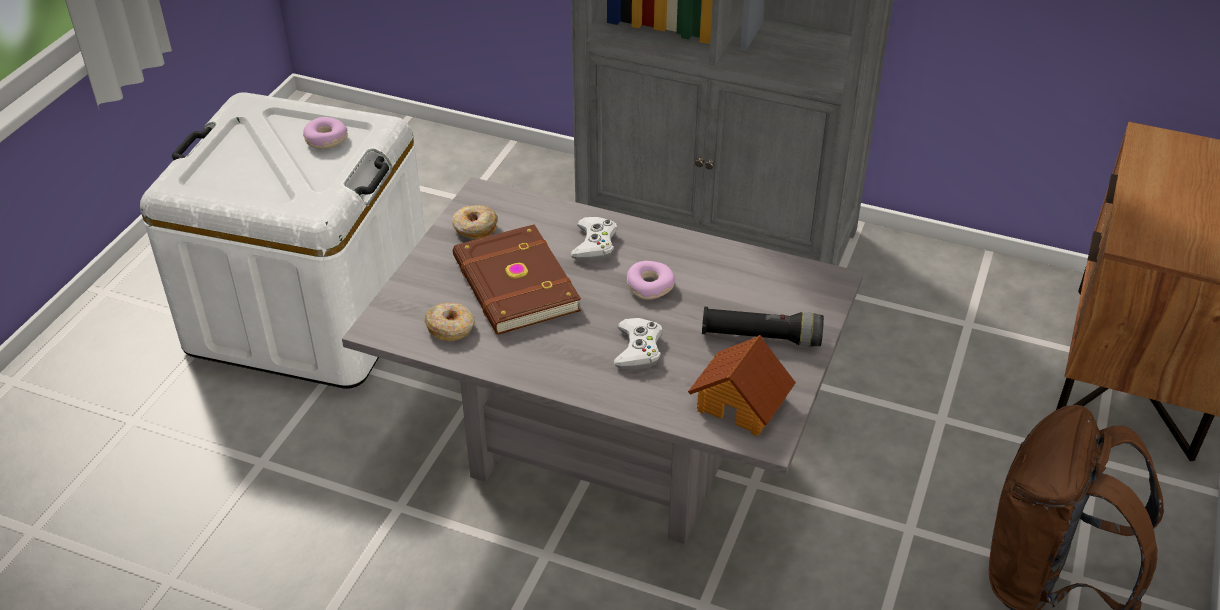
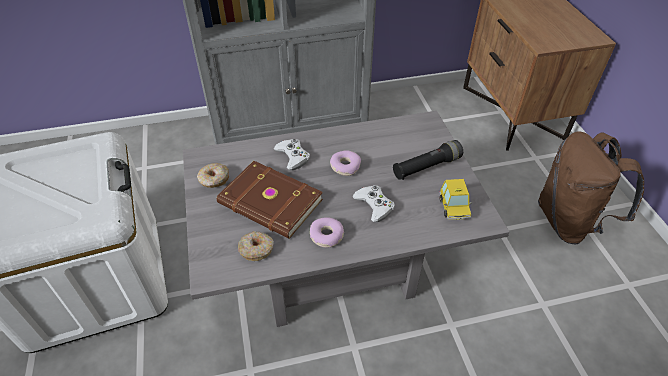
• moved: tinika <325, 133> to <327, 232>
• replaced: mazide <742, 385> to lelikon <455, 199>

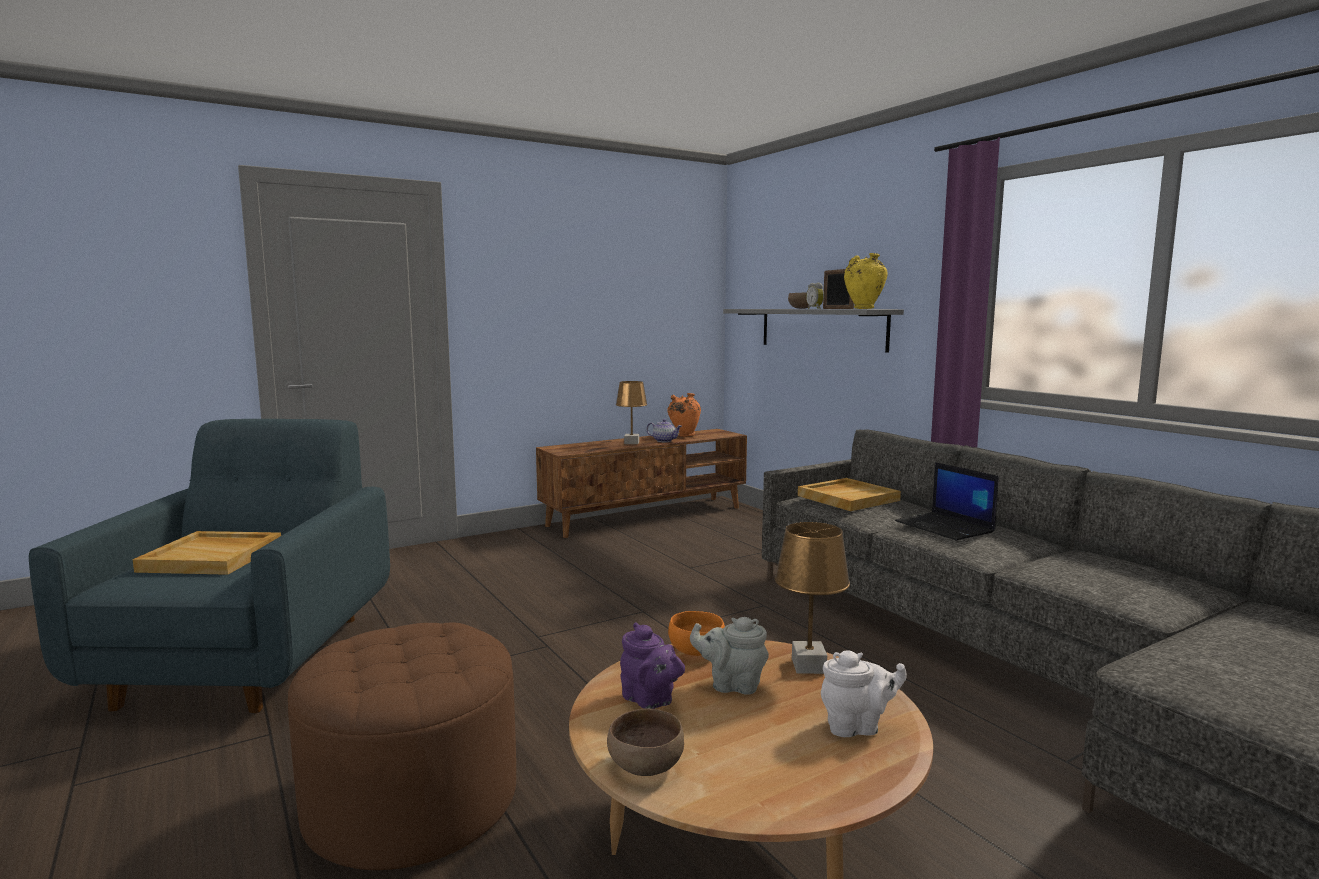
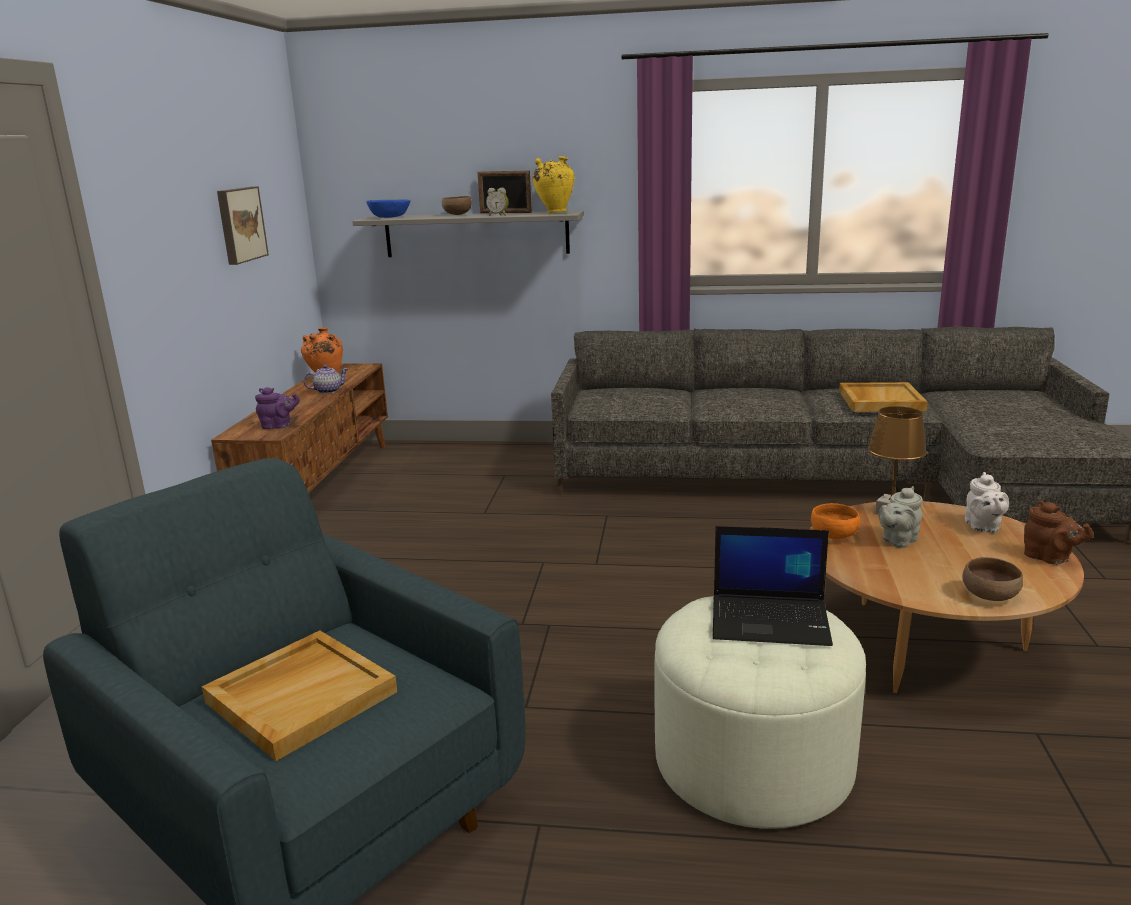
• recoloured: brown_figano <402, 746> to white_figano <760, 712>
• removed: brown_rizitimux <631, 412>
• moved: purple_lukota <652, 665> to <277, 408>
• moved: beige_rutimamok <849, 494> to <883, 397>
• turned: white_lukota <864, 694> = <987, 502> 150 degrees clockwise
• moved: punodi <947, 501> to <773, 586>
• added: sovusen <243, 225>
• added: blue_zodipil <388, 208>
• added: brown_lukota <1059, 532>

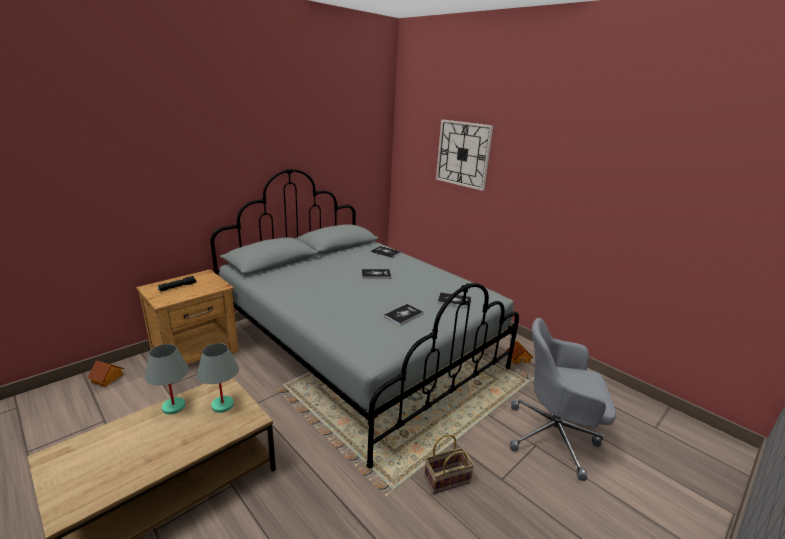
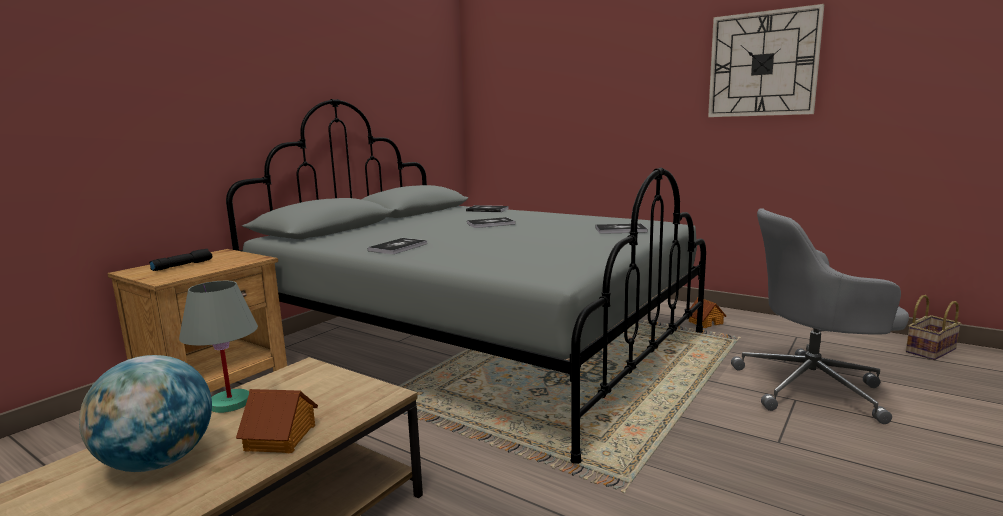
• moved: mazide <106, 374> to <277, 421>
• removed: grey_rizitimux <218, 378>
• moved: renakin <403, 315> to <397, 246>
• moved: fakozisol <449, 464> to <934, 327>
• moved: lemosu <464, 155> to <766, 60>
• added: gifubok <145, 413>

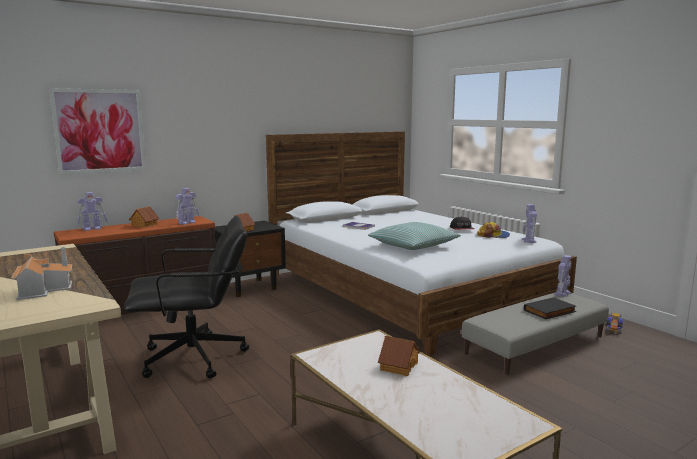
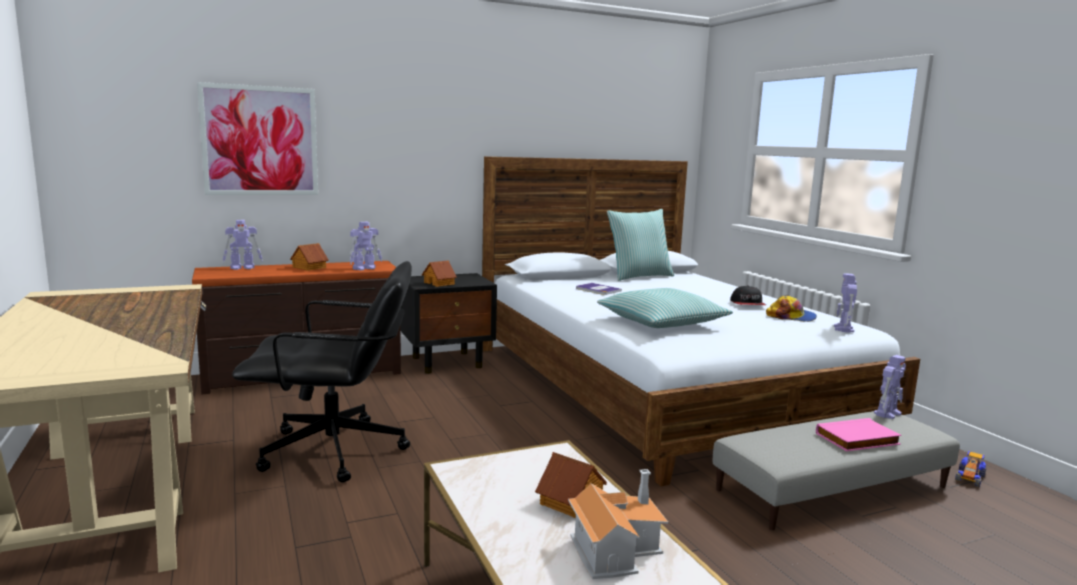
• moved: mazide <41, 273> to <618, 524>
• recoloured: black_renakin <550, 308> to pink_renakin <859, 434>
• added: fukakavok <640, 245>

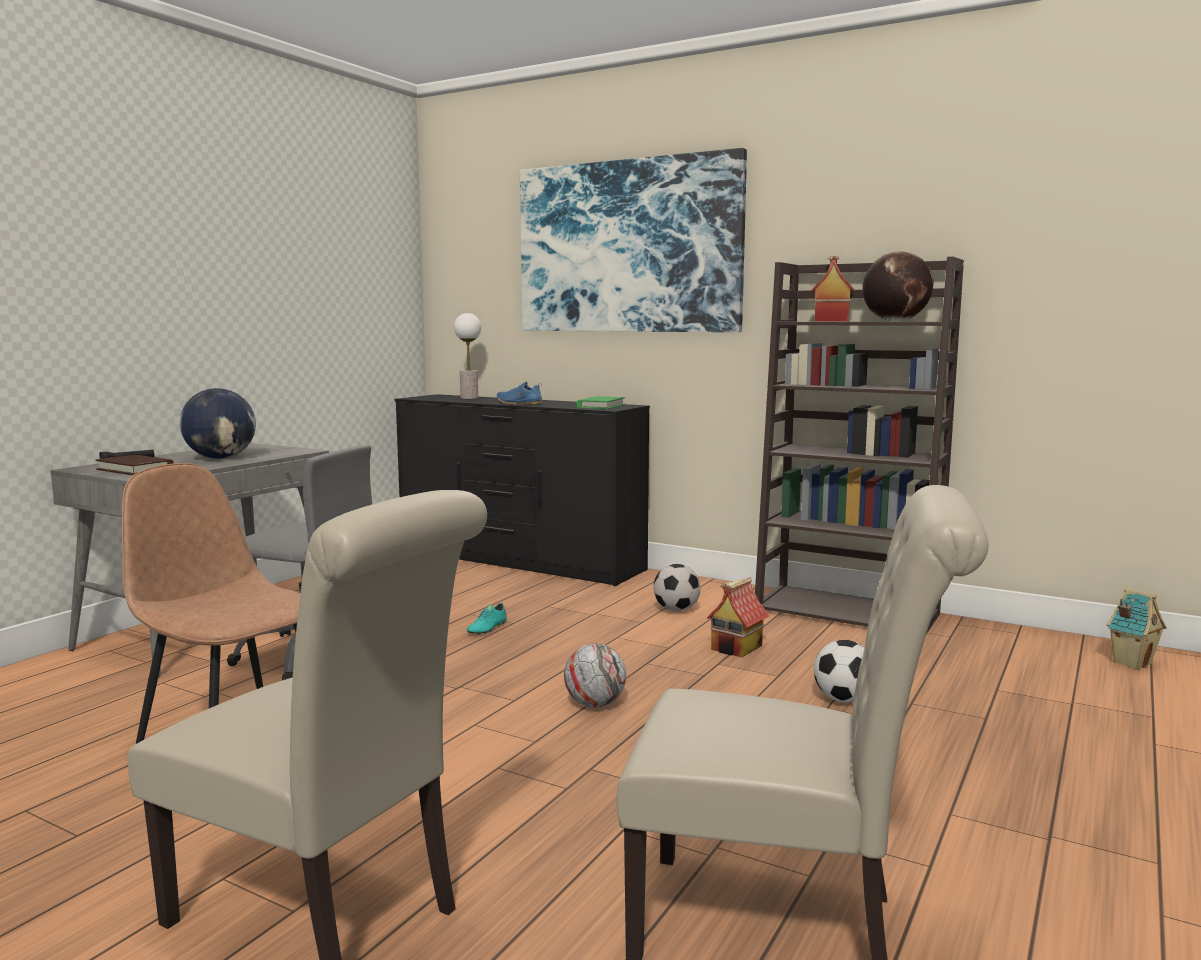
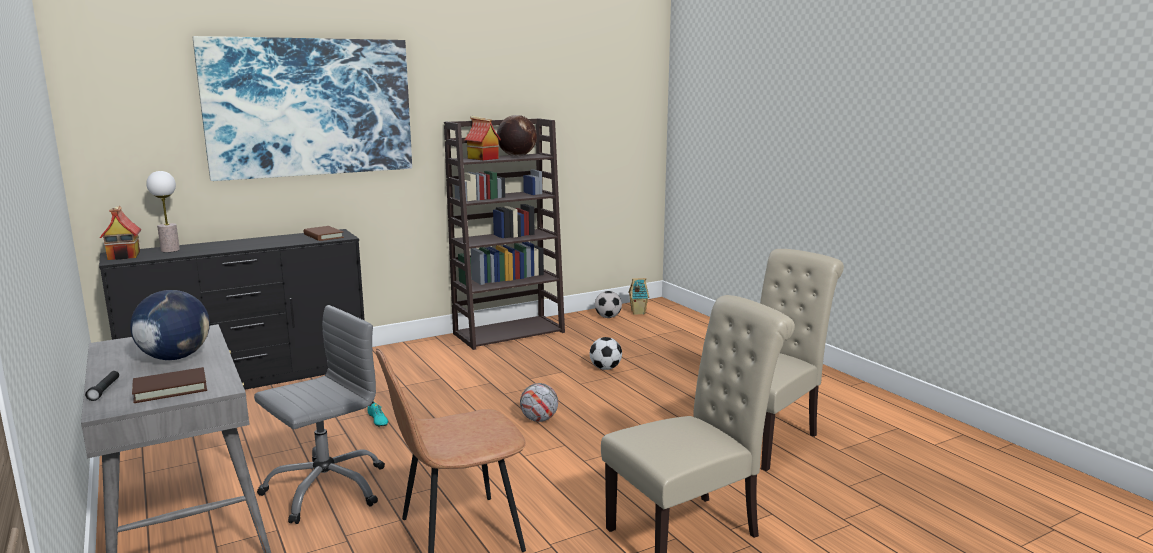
• removed: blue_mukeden <520, 393>
• recoloured: green_renakin <601, 402> to brown_renakin <324, 233>
• moved: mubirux <677, 587> to <608, 304>
• moved: mazide <738, 617> to <120, 233>

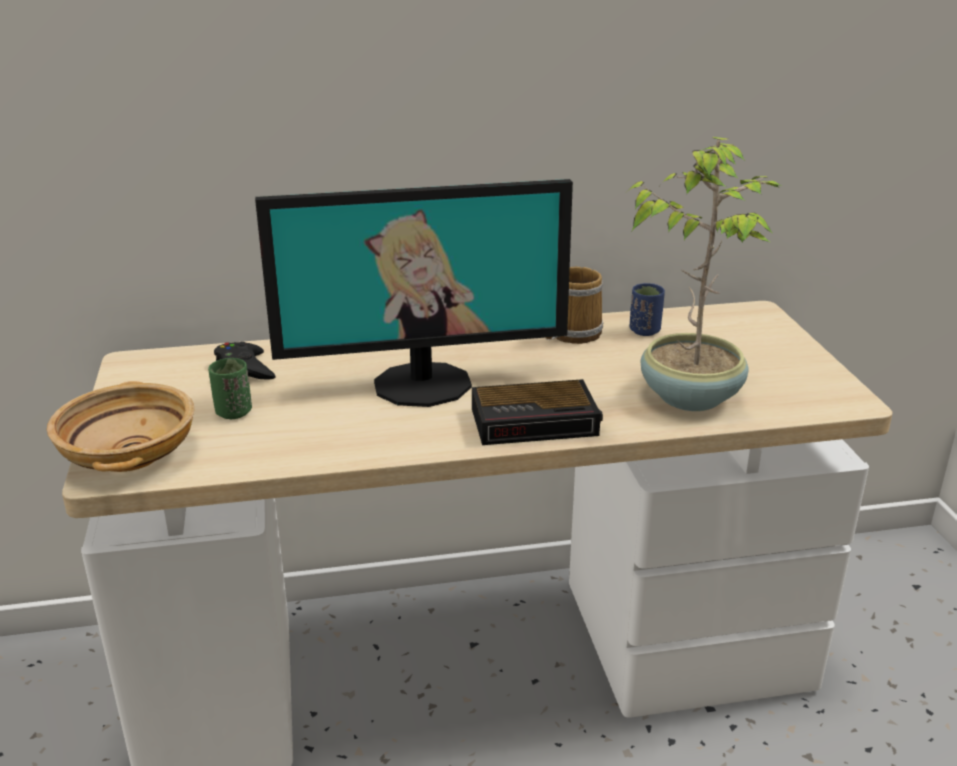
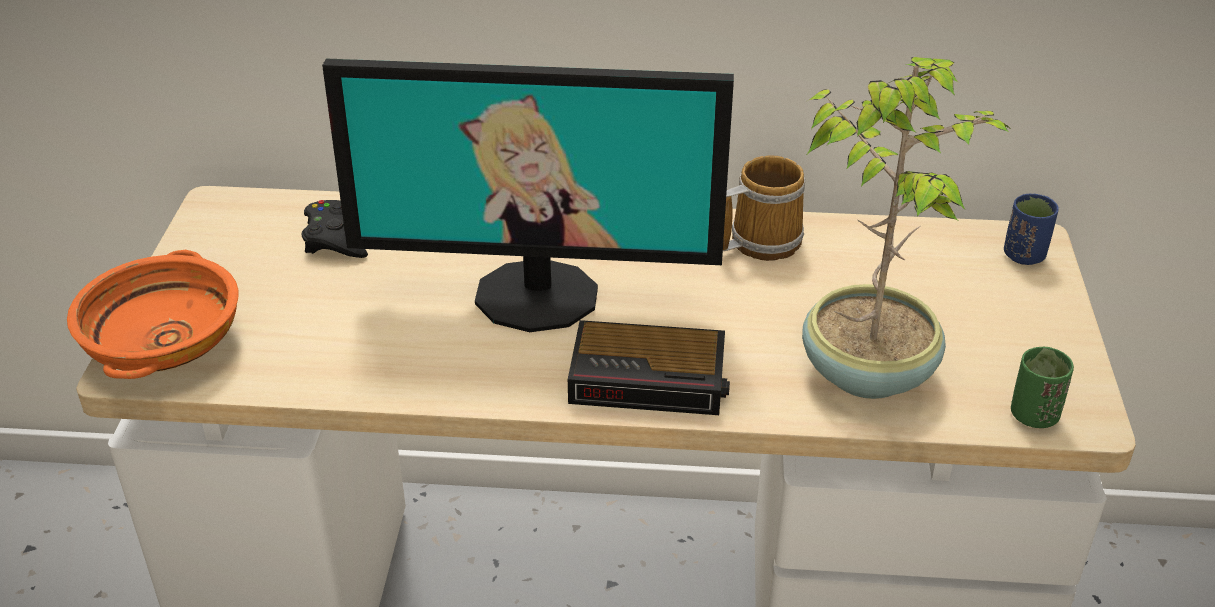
• recoloured: beige_zodipil <120, 426> to orange_zodipil <152, 314>
• moved: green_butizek <230, 388> to <1042, 387>
• moved: blue_butizek <647, 309> to <1031, 229>

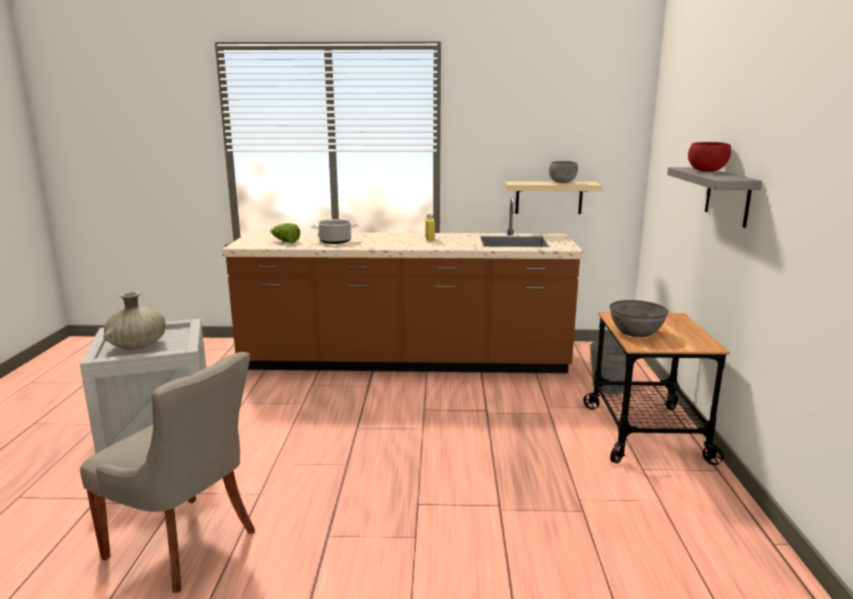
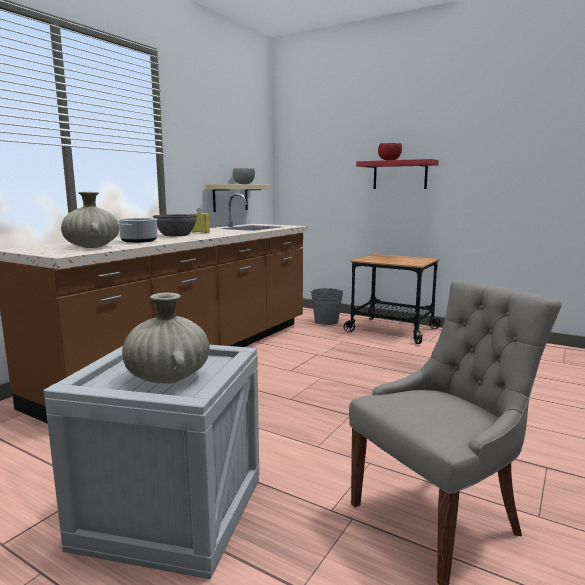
• replaced: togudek <285, 233> to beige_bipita <90, 220>
• moved: grey_zodipil <639, 318> to <175, 225>
• recoloured: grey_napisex <714, 197> to red_napisex <397, 174>

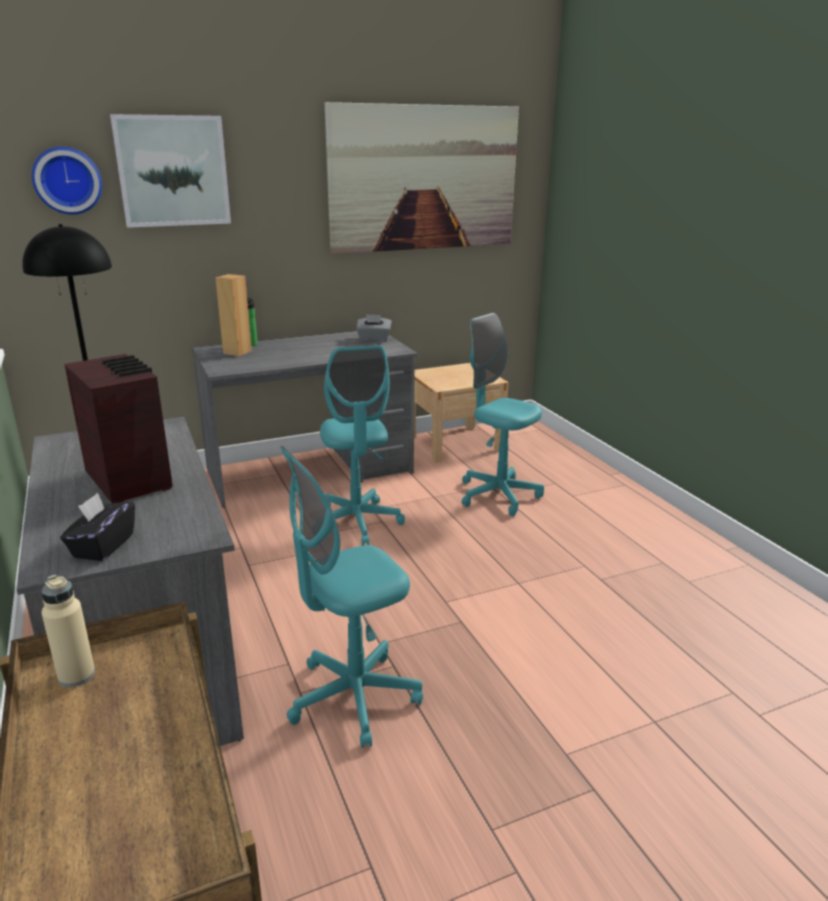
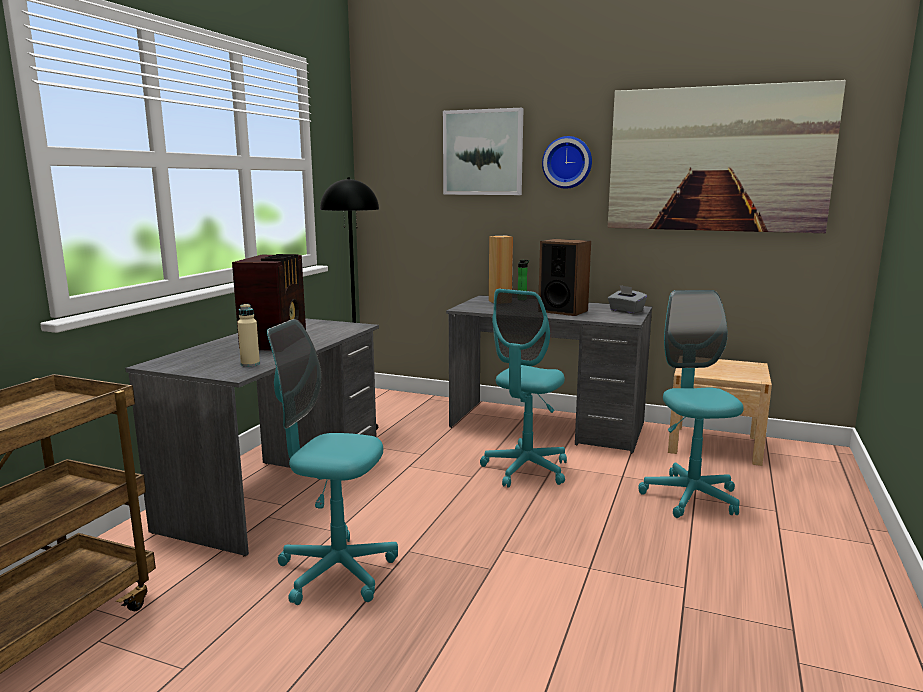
• moved: lemosu <67, 181> to <567, 162>
• moved: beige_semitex <68, 630> to <248, 335>
• removed: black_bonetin <97, 527>
• added: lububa <565, 277>

